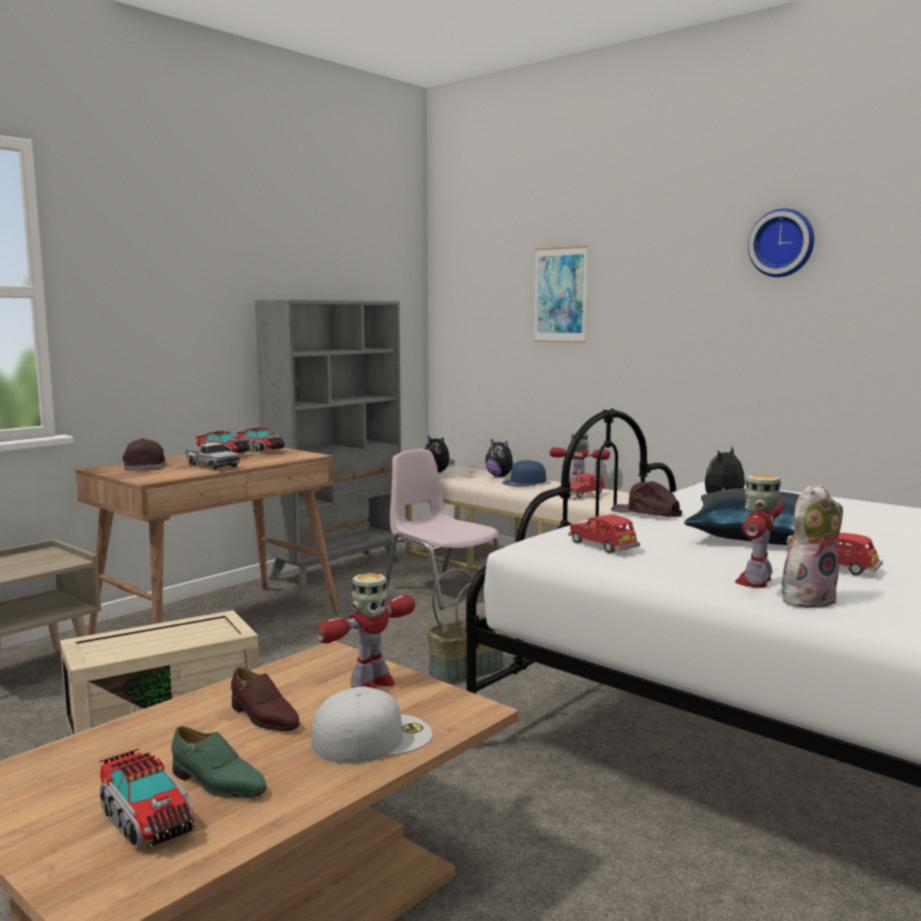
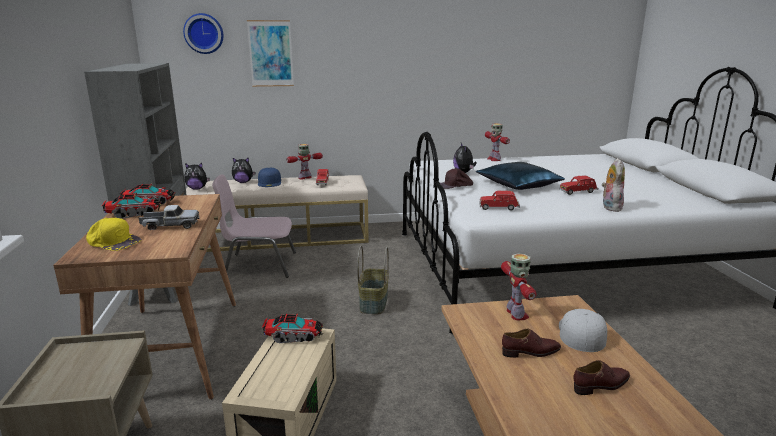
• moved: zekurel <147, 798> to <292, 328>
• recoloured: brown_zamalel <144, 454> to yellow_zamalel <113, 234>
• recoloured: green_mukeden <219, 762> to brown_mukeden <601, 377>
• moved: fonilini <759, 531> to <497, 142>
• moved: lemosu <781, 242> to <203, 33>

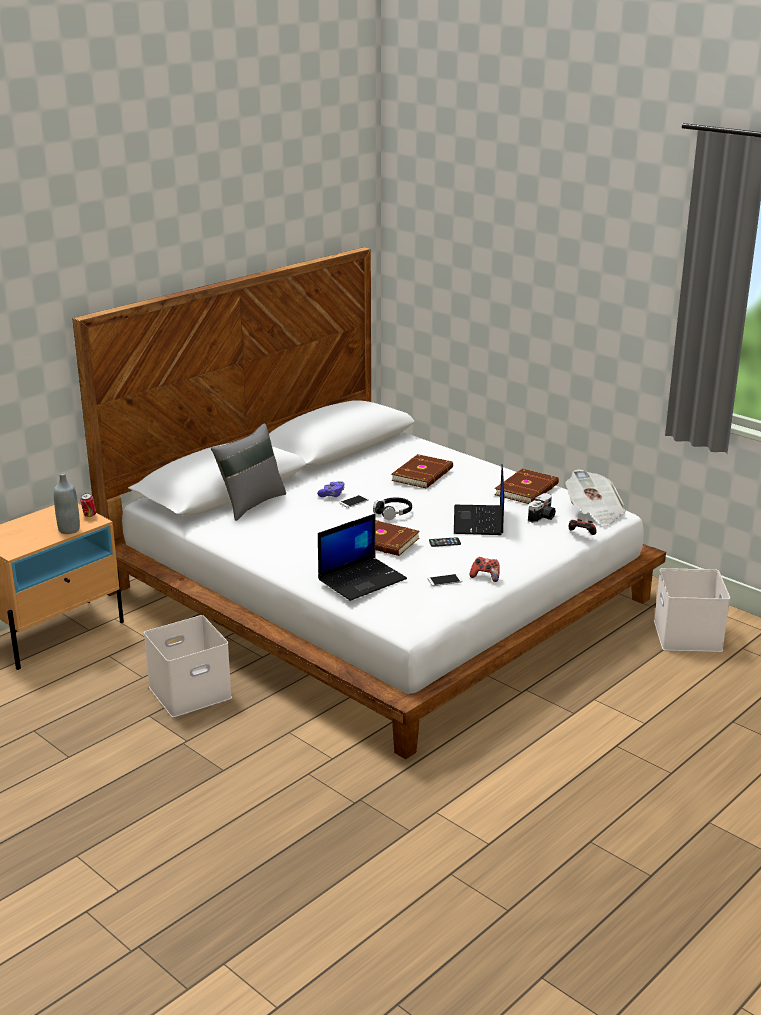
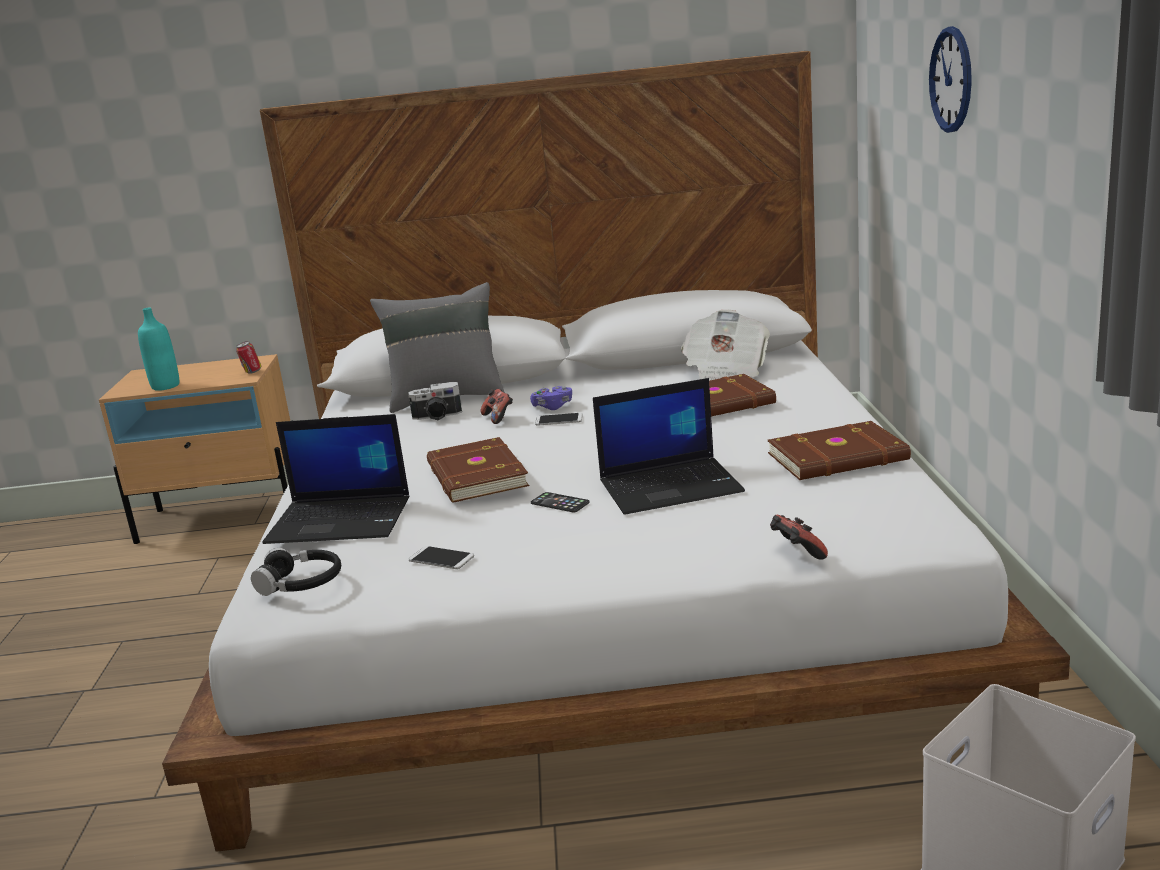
• removed: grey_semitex <67, 503>
• removed: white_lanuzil <188, 666>
• moved: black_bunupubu <392, 508> to <296, 572>
• turned: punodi <479, 499> = <669, 446> 150 degrees counterclockwise
• moved: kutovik <485, 569> to <497, 406>
• moved: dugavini <542, 508> to <435, 401>
• moved: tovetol <595, 497> to <725, 345>
• added: turquoise_semitex <158, 349>
• added: lemosu <950, 79>

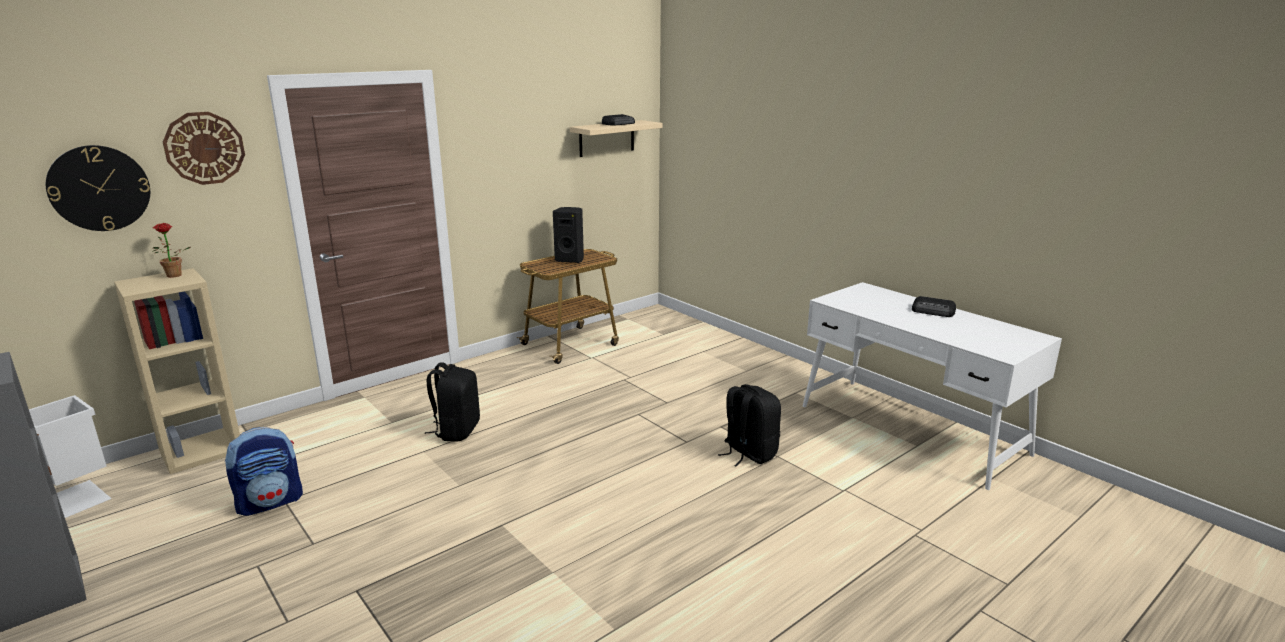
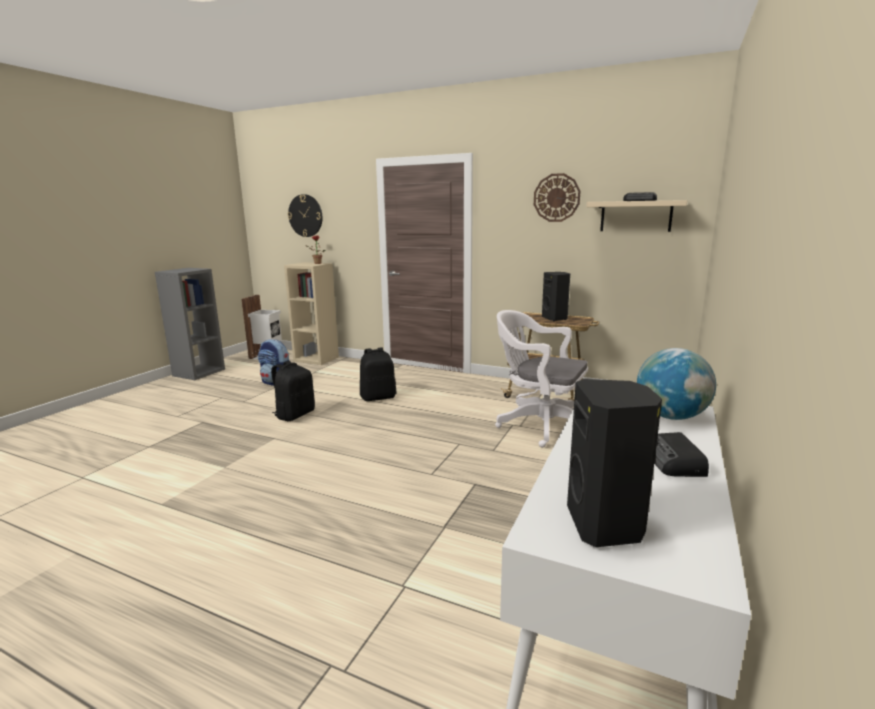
• moved: lemosu <204, 148> to <557, 197>
• moved: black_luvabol <749, 425> to <293, 391>
• added: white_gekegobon <541, 379>
• added: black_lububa <614, 463>
• added: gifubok <676, 384>

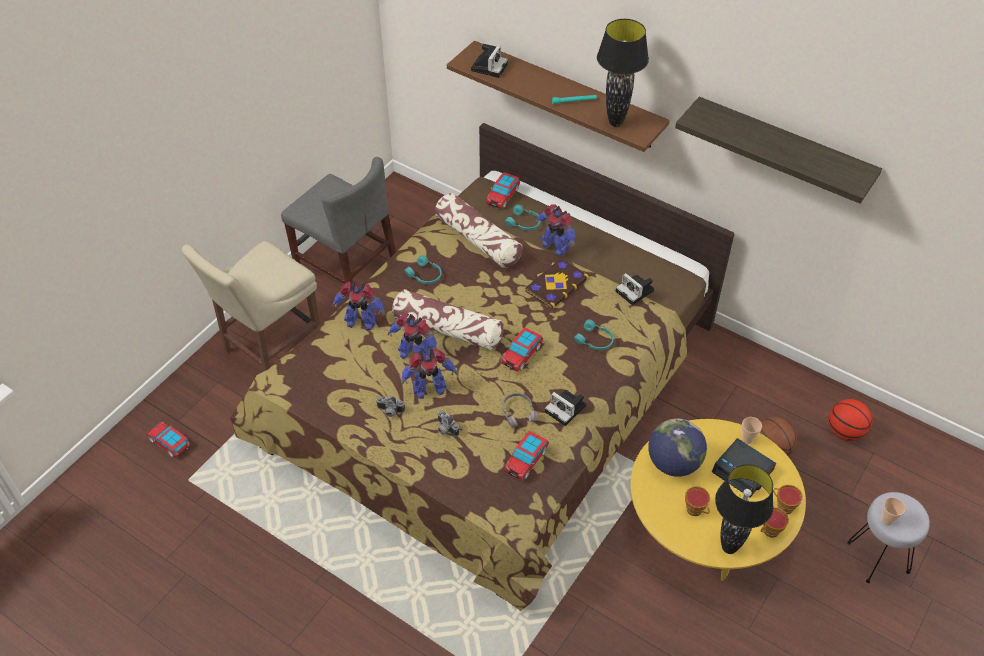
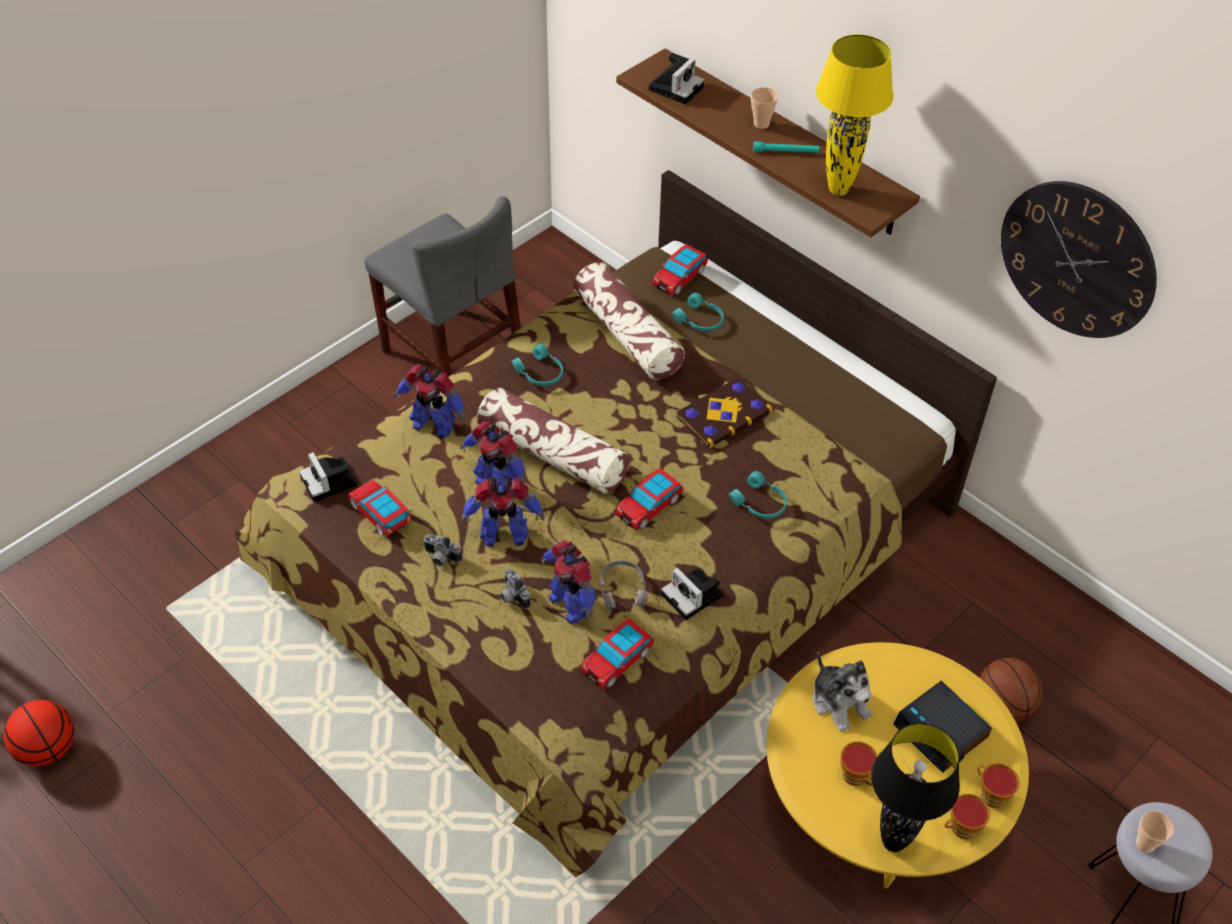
• moved: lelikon <168, 439> to <380, 507>
• removed: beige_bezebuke <251, 306>
• moved: fonilini <555, 230> to <568, 582>
• recoloured: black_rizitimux <623, 73> to yellow_rizitimux <854, 115>
• moved: dugavini <635, 289> to <328, 477>
• replaced: gifubok <677, 447> to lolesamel <842, 692>
• replaced: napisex <778, 150> to lemosu <1079, 259>
• moved: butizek <752, 430> to <764, 108>
• moved: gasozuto <850, 420> to <39, 733>

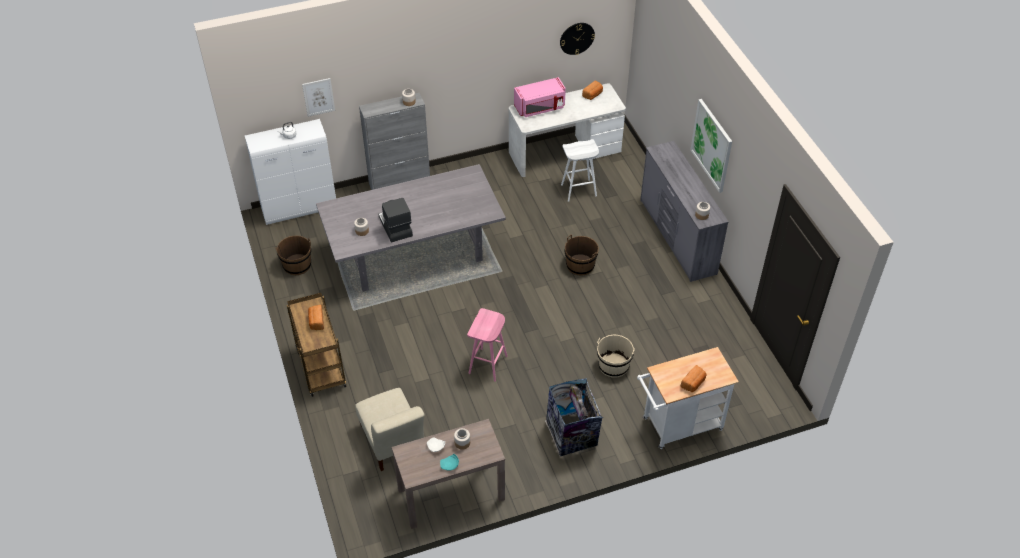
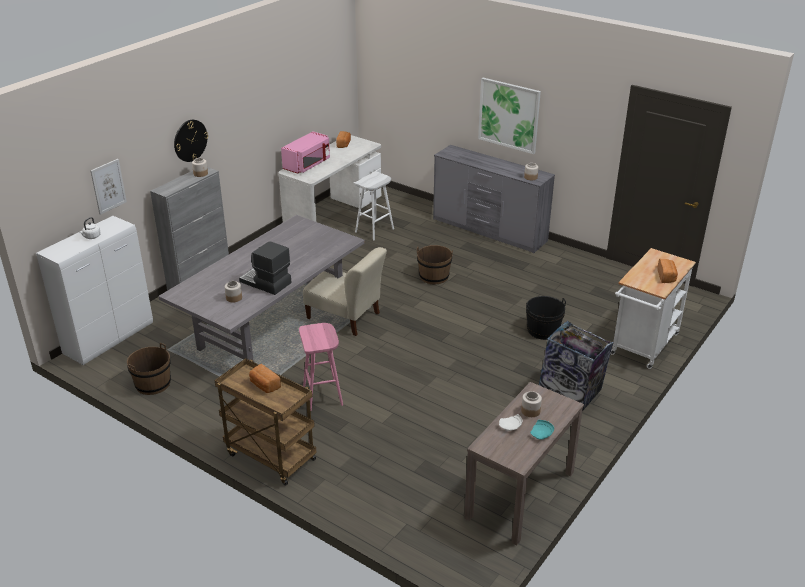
• moved: beige_bezebuke <389, 429> to <345, 291>
• moved: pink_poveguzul <487, 345> to <321, 367>
• moved: lemosu <577, 39> to <191, 141>
• recoloured: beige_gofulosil <616, 356> to black_gofulosil <546, 318>

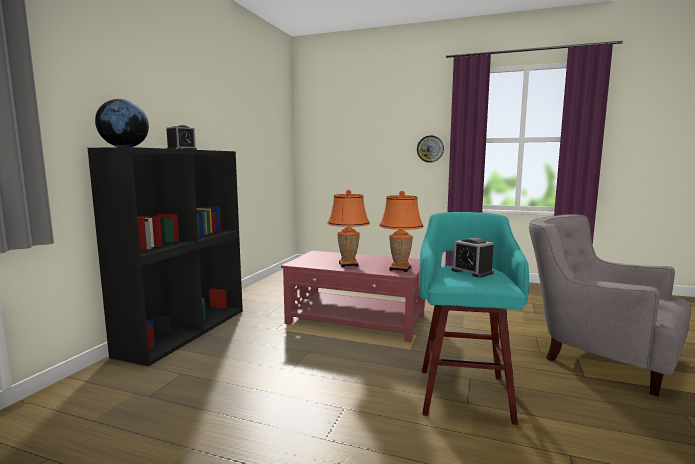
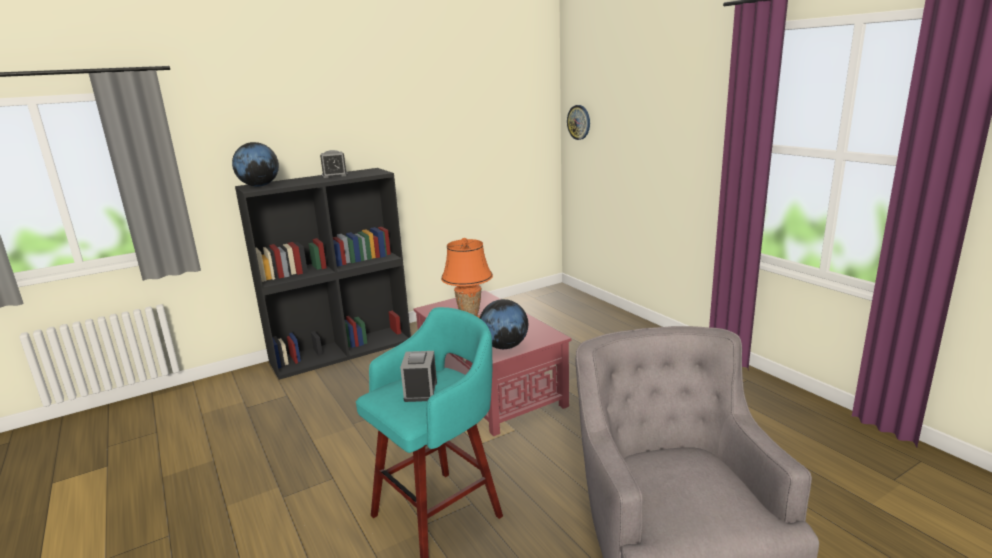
• replaced: orange_rizitimux <401, 231> to gifubok <504, 324>
• moved: lemosu <430, 149> to <578, 122>

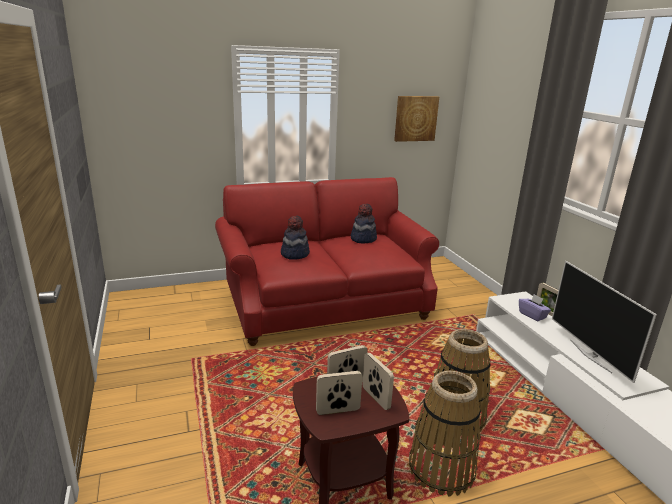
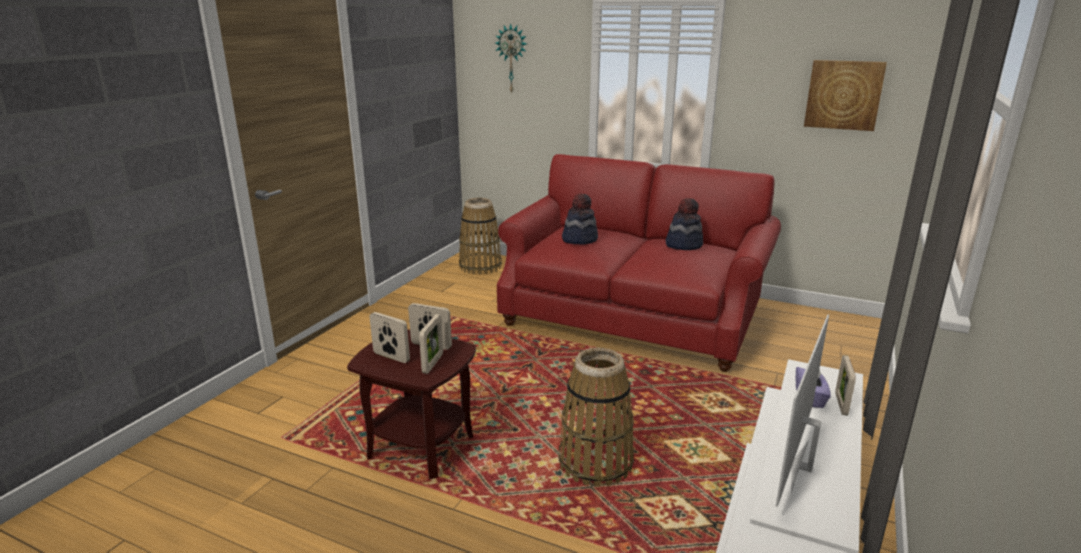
• moved: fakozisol <445, 433> to <480, 236>
• added: lemosu <511, 59>

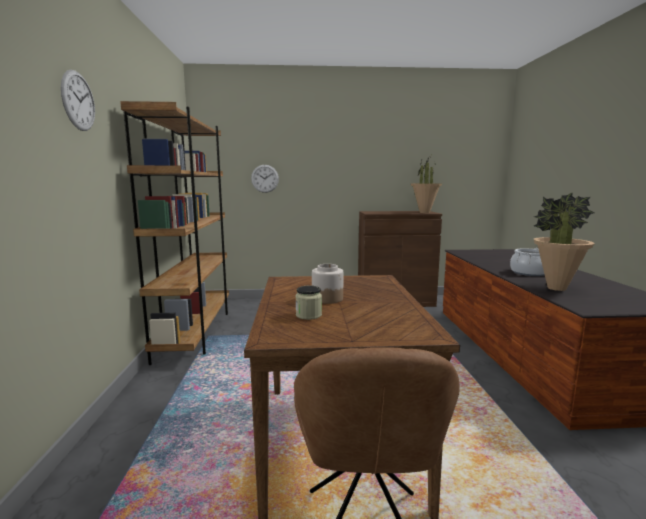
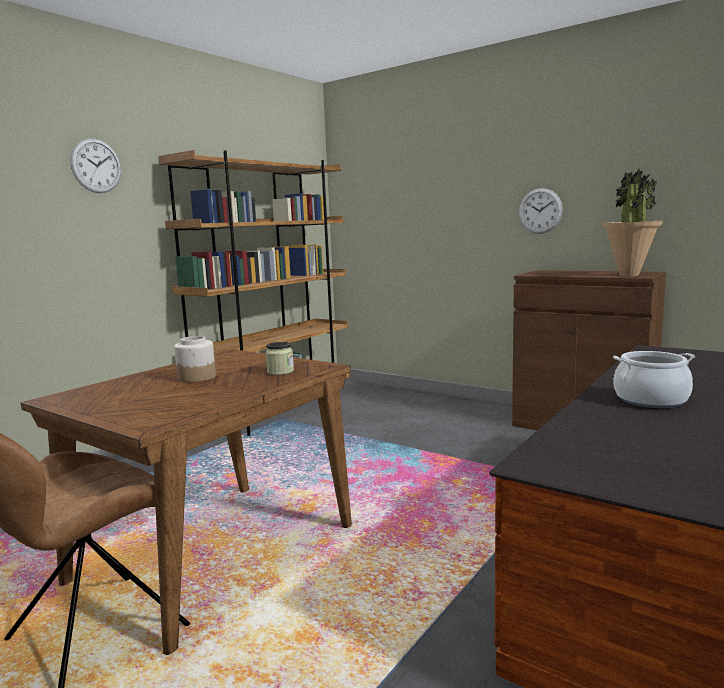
• moved: lemosu <265, 179> to <541, 211>
• moved: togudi <309, 303> to <280, 358>
• removed: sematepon <564, 241>

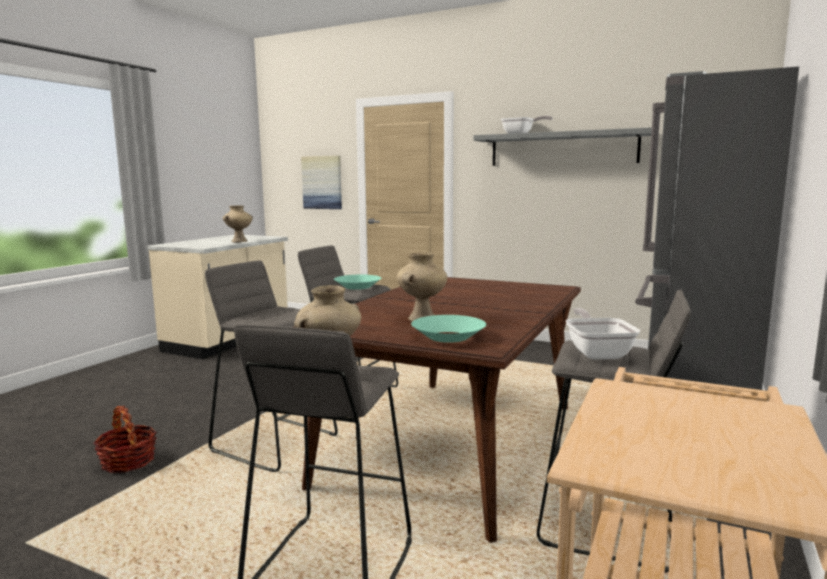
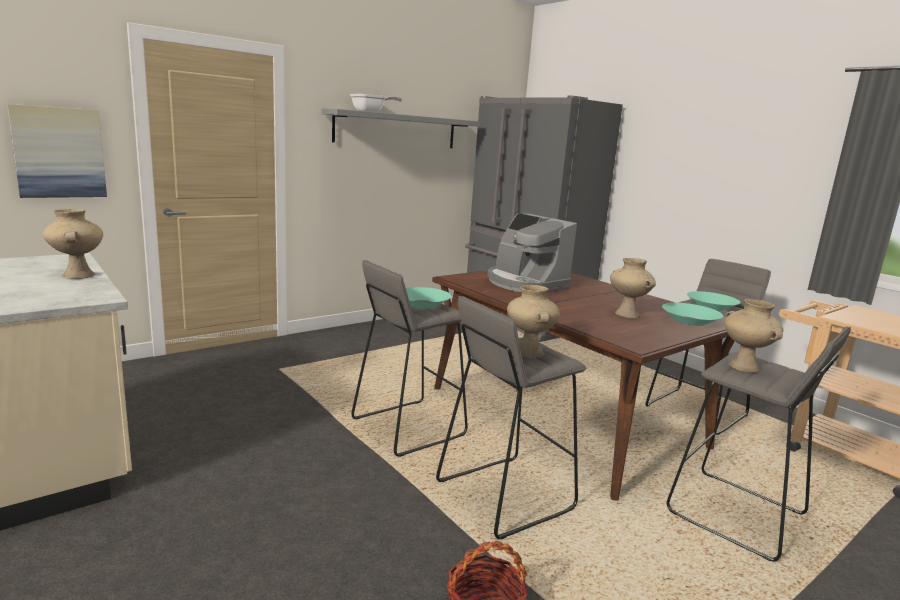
• replaced: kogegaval <603, 333> to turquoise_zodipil <714, 301>
• added: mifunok <532, 252>
• added: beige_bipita <533, 321>

